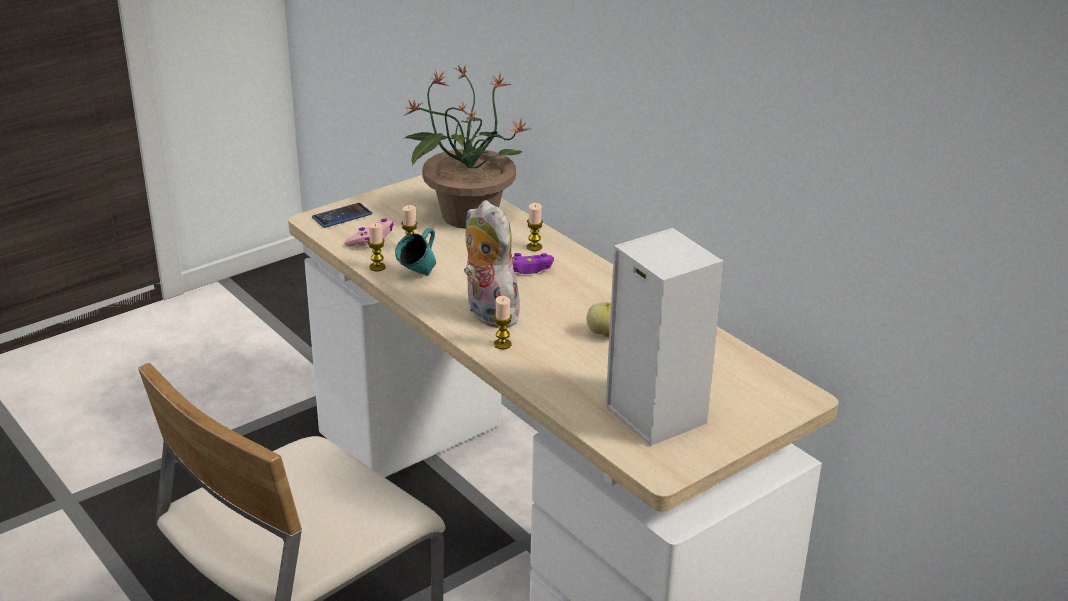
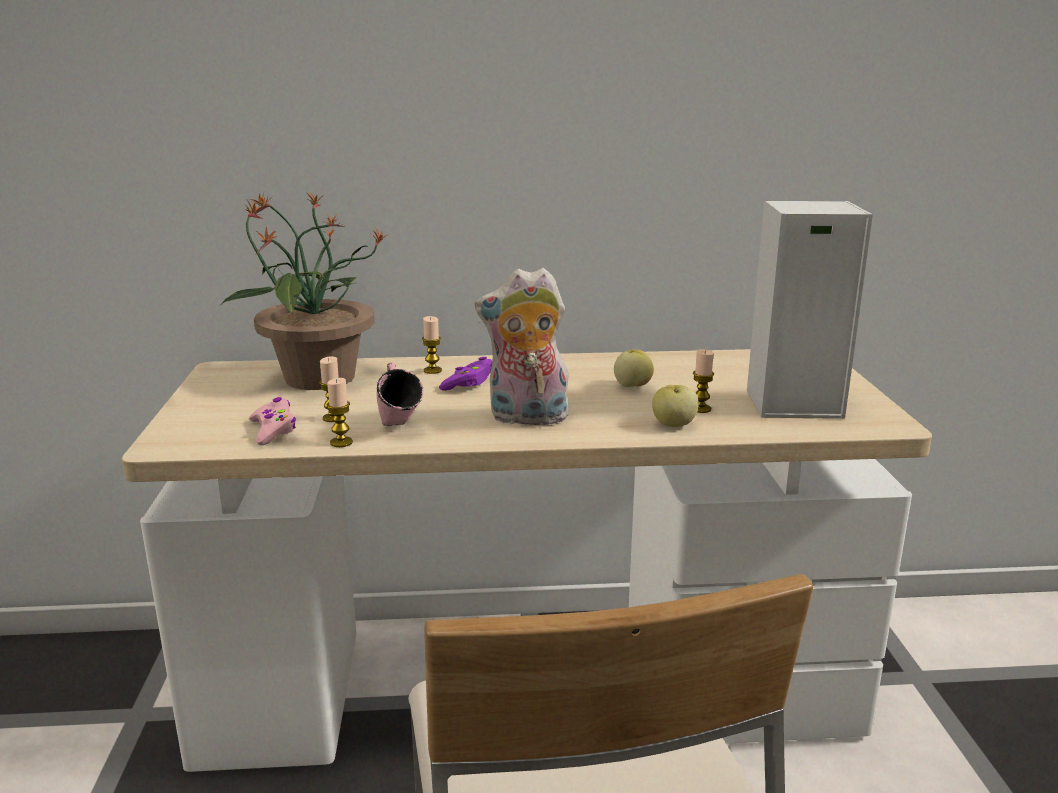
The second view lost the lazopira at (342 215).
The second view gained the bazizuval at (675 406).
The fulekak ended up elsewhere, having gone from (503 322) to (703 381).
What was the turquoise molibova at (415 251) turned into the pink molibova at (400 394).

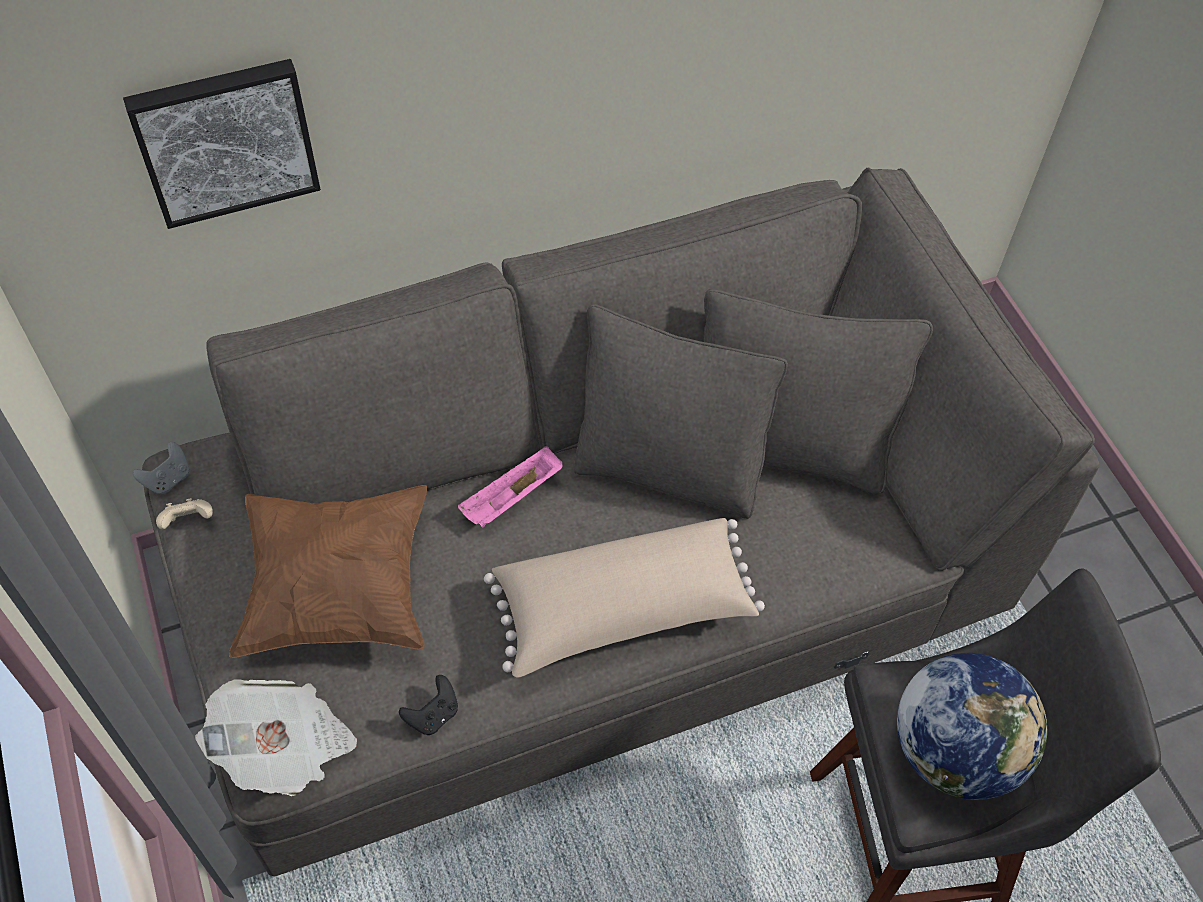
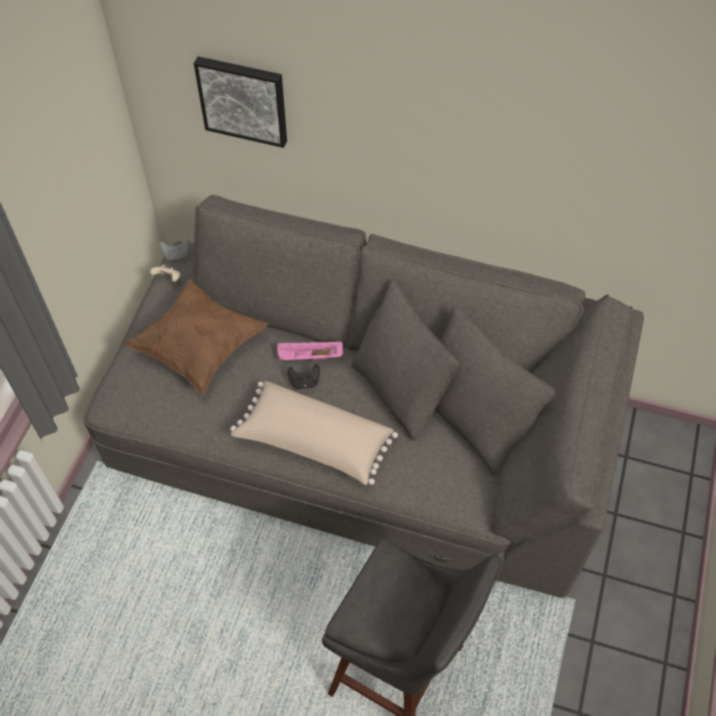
The second view lost the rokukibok at (276 737).
The second view lost the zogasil at (972 726).
The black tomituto ended up elsewhere, having gone from (428 705) to (303 376).

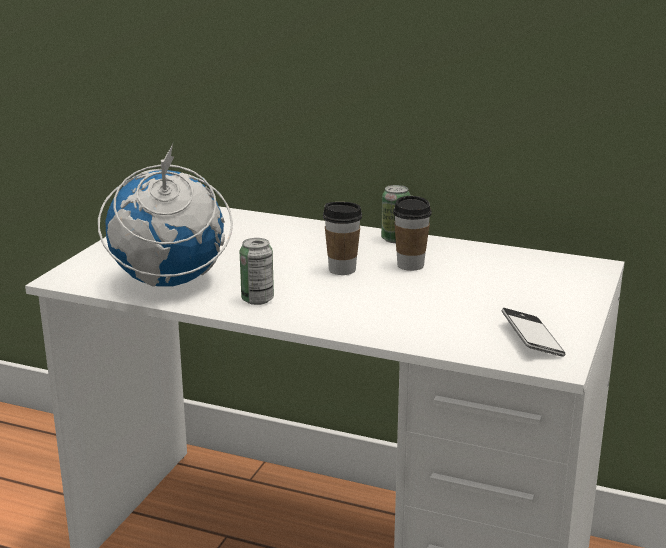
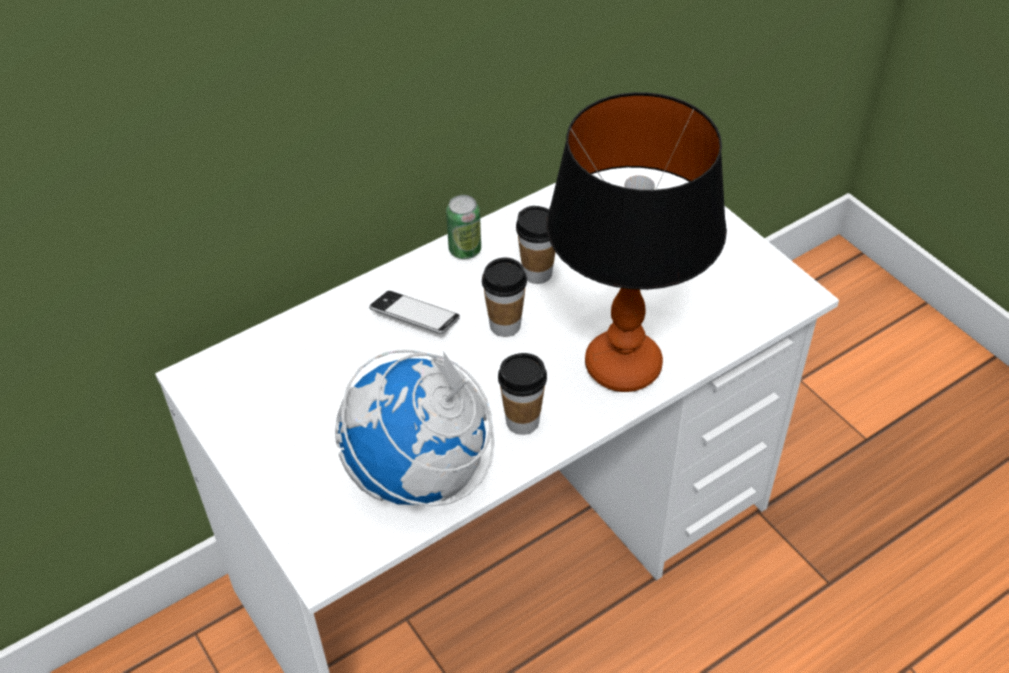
The second view gained the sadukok at (636 242).
The lazopira ended up elsewhere, having gone from (533 332) to (414 312).
Where the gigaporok stood at (257 271), the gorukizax came to stand at (522 394).

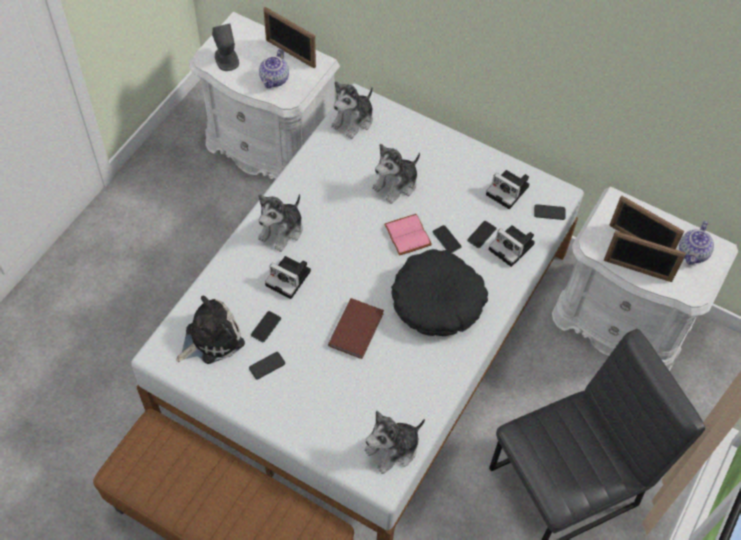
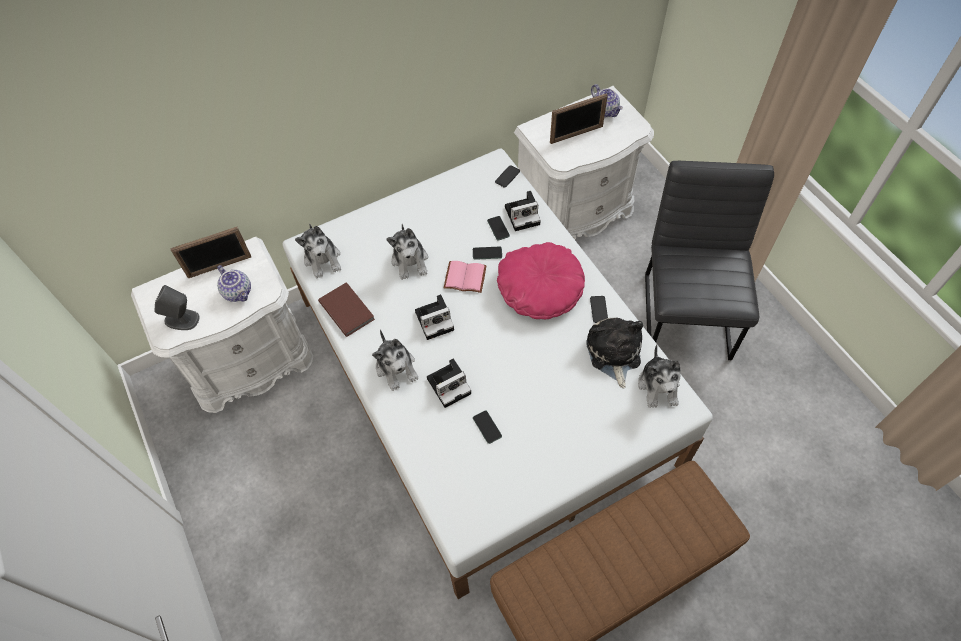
The second view lost the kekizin at (645 256).
The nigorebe ended up elsewhere, having gone from (210 330) to (614 353).
The lazopira ended up elsewhere, having gone from (267 366) to (599 309).
The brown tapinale ended up elsewhere, having gone from (356 328) to (346 309).
The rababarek ended up elsewhere, having gone from (507 189) to (434 317).
What was the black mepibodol at (439 292) turned into the pink mepibodol at (541 280).

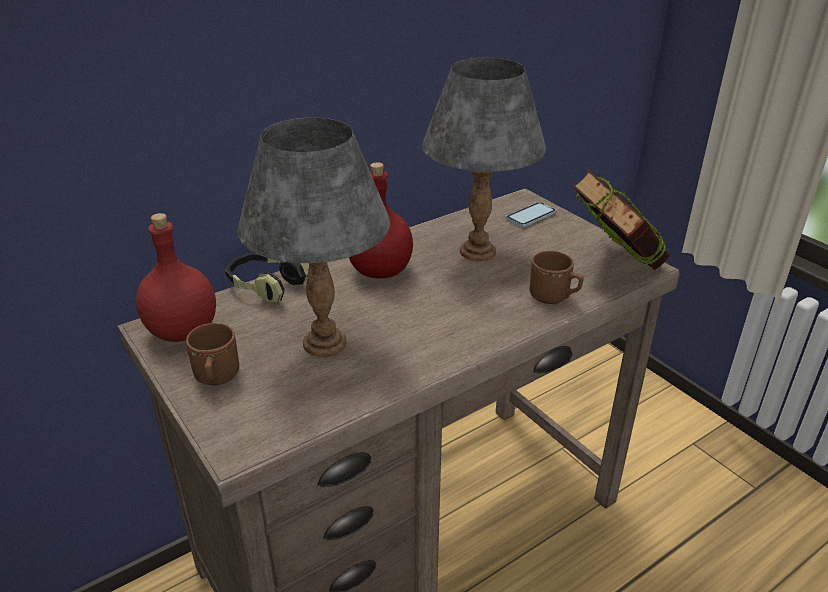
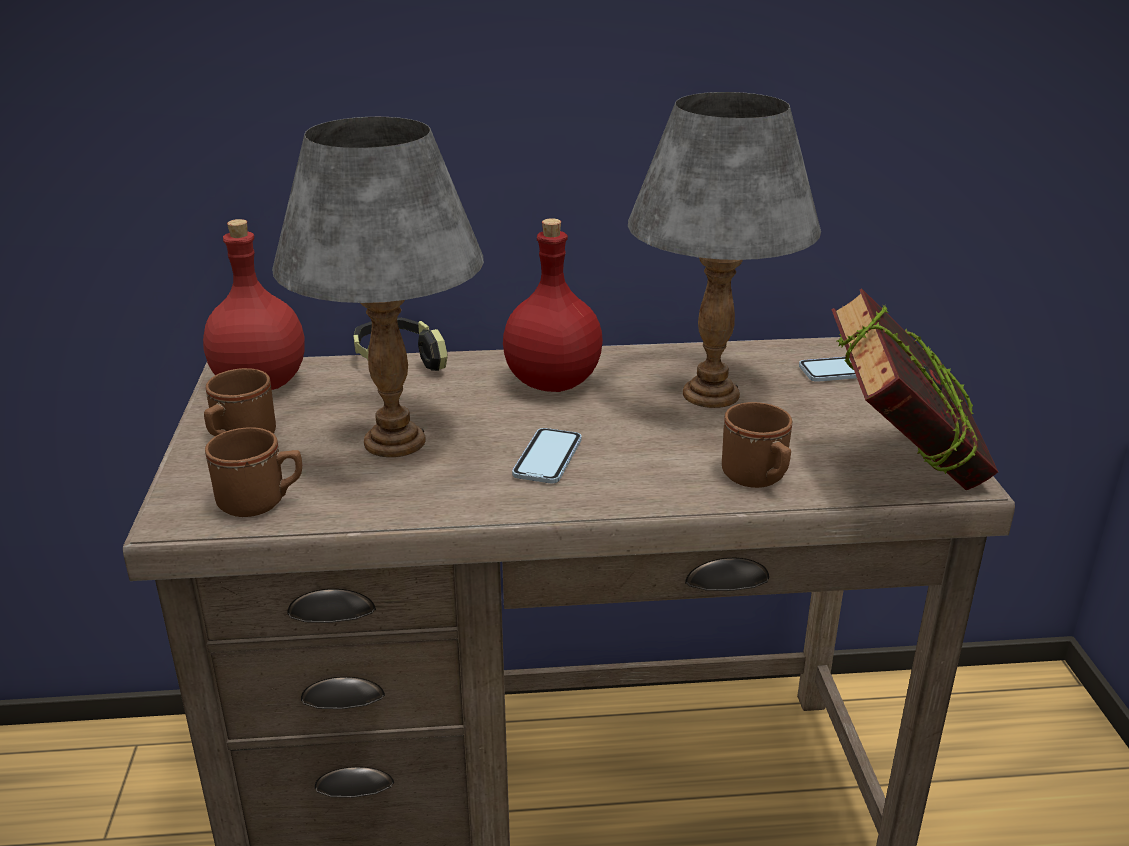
The second view gained the brown molibova at (253 472).
The second view gained the lazopira at (547 455).

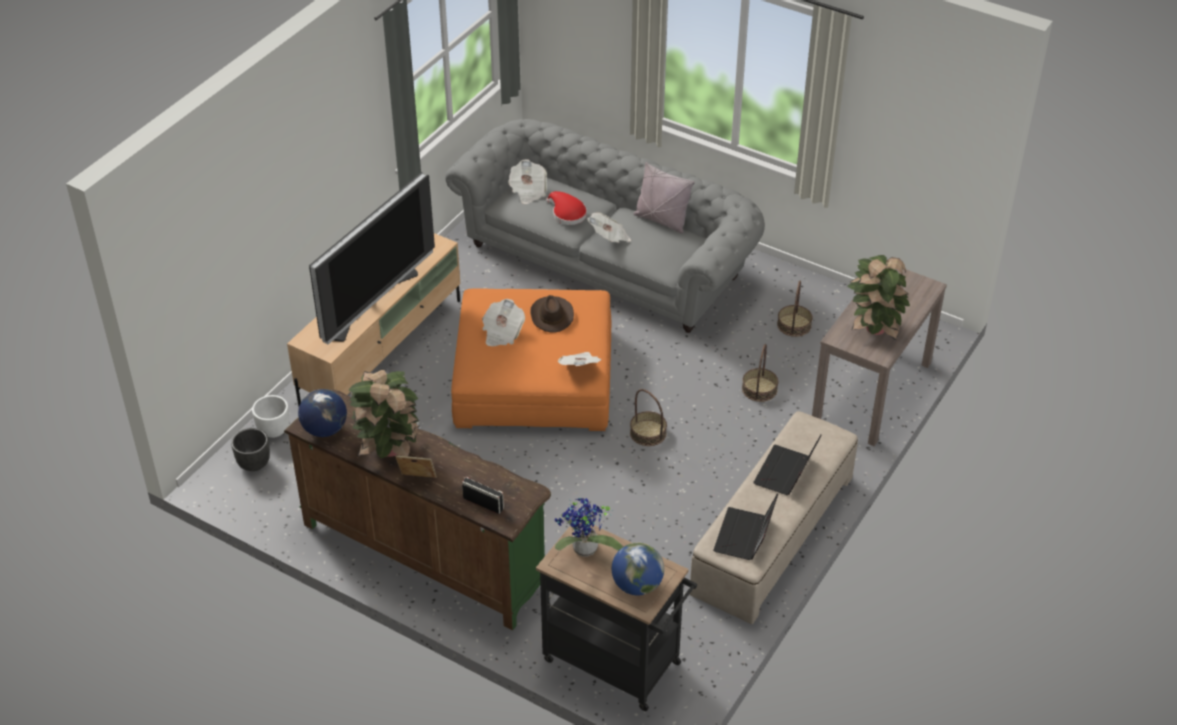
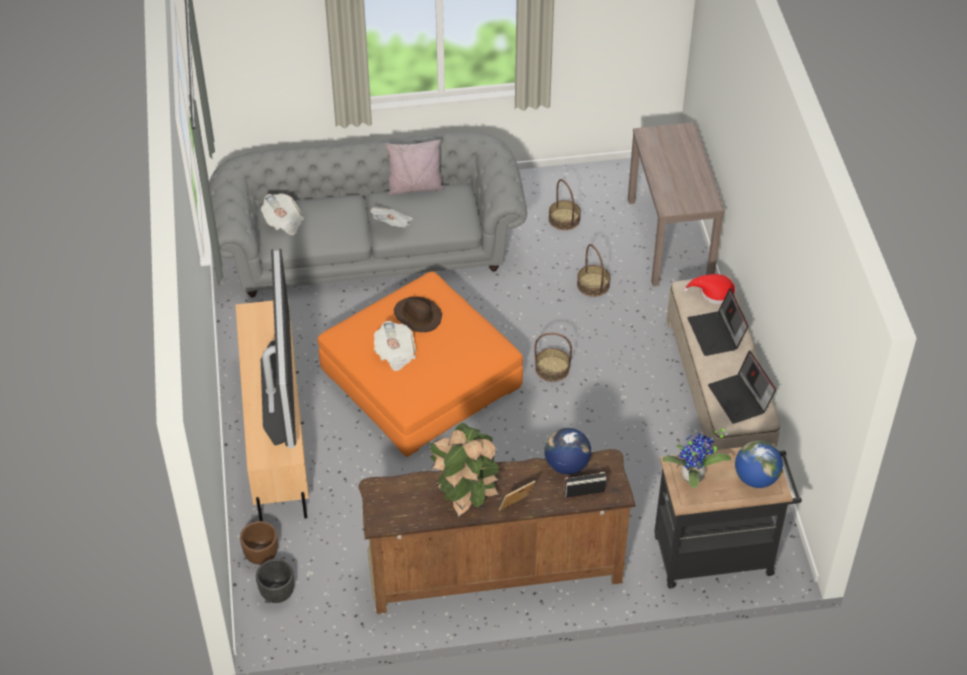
The second view lost the rokukibok at (579 359).
The second view lost the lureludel at (878 298).
The zogasil ended up elsewhere, having gone from (322 413) to (567 451).
The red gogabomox ended up elsewhere, having gone from (566 208) to (710 289).
What was the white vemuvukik at (271 416) turned into the brown vemuvukik at (259 543).
What was the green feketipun at (417 510) turned into the beige feketipun at (497 531).

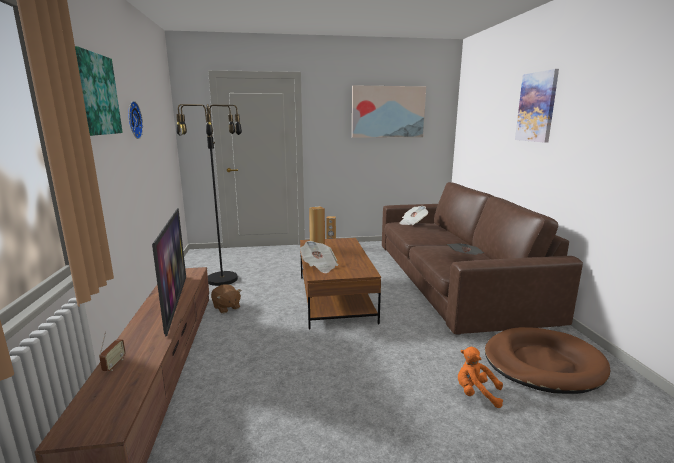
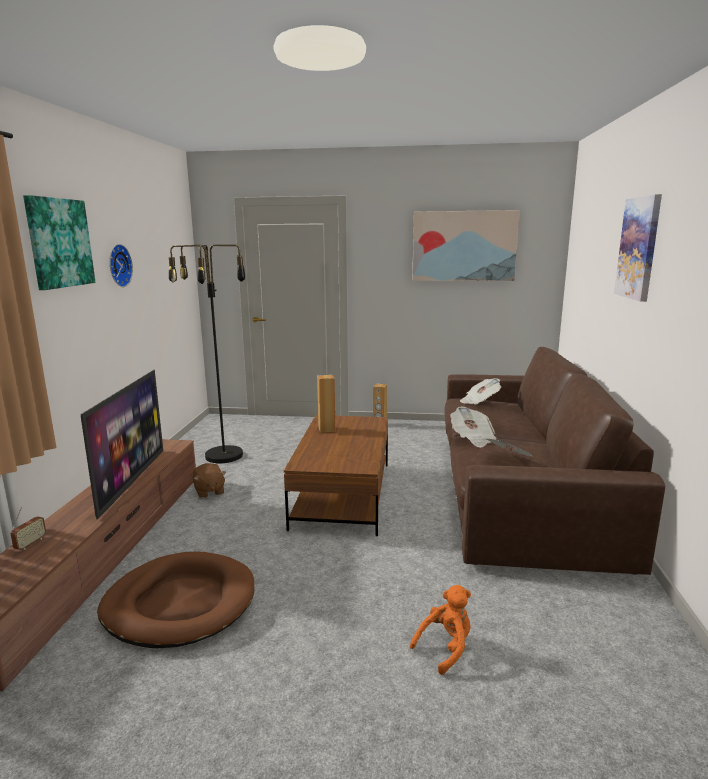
The rokukibok ended up elsewhere, having gone from (319 257) to (473 427).
The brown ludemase ended up elsewhere, having gone from (548 360) to (175 600).
The orange nigorebe at (480 377) ended up facing another way, 105 degrees clockwise from before.

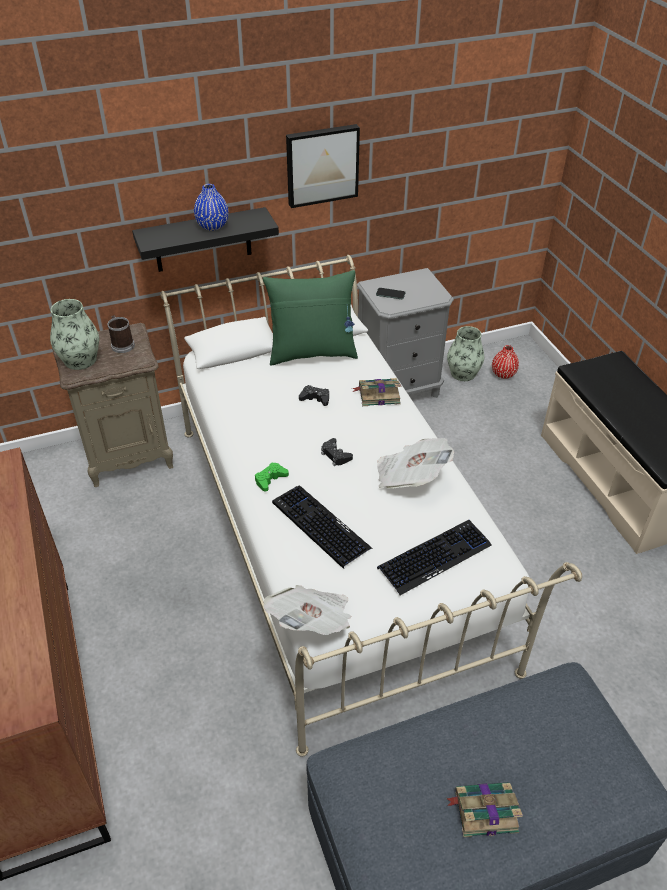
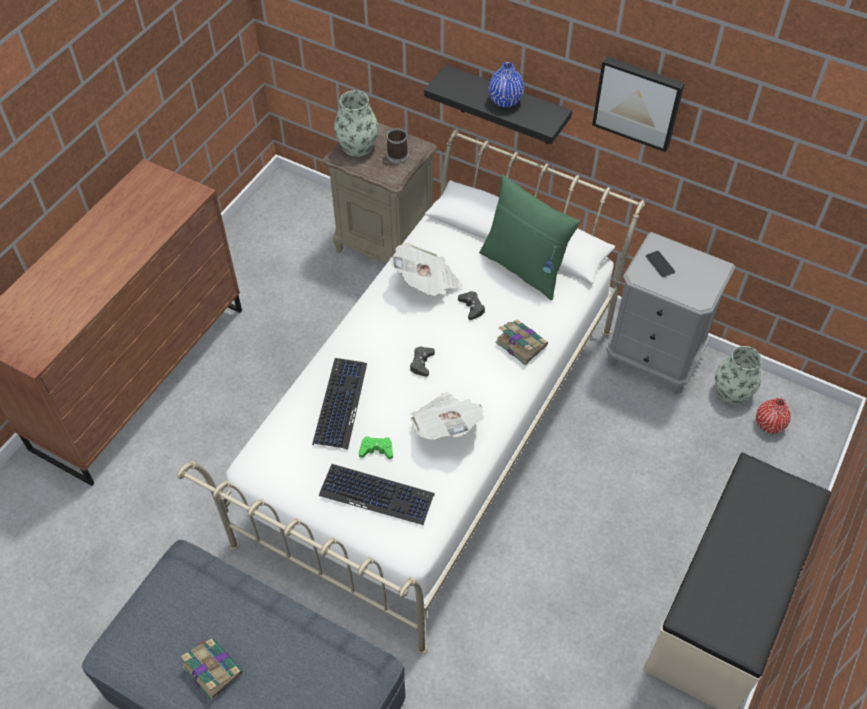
The green tomituto ended up elsewhere, having gone from (272 477) to (376 447).
The rokukibok ended up elsewhere, having gone from (307 610) to (425 270).

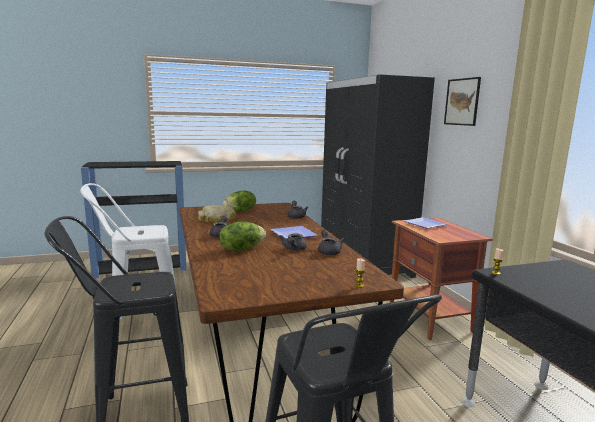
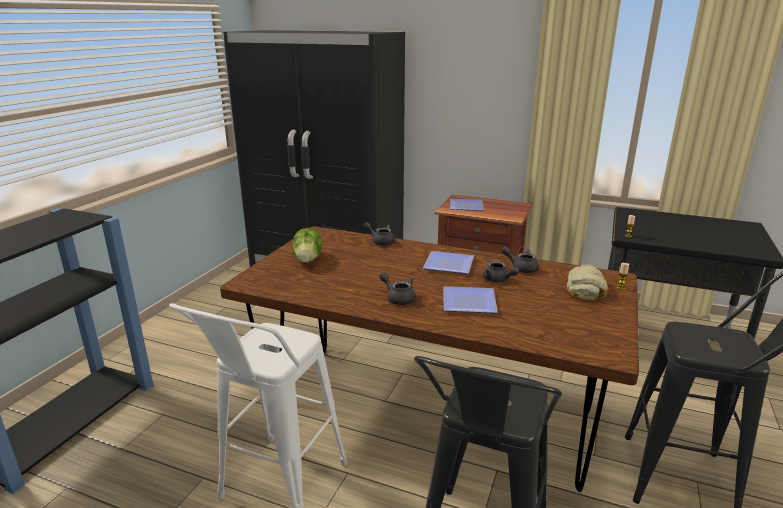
The second view lost the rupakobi at (462 101).
The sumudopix ended up elsewhere, having gone from (217 213) to (587 282).
Where the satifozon stood at (242 236), the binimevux came to stand at (471 299).

